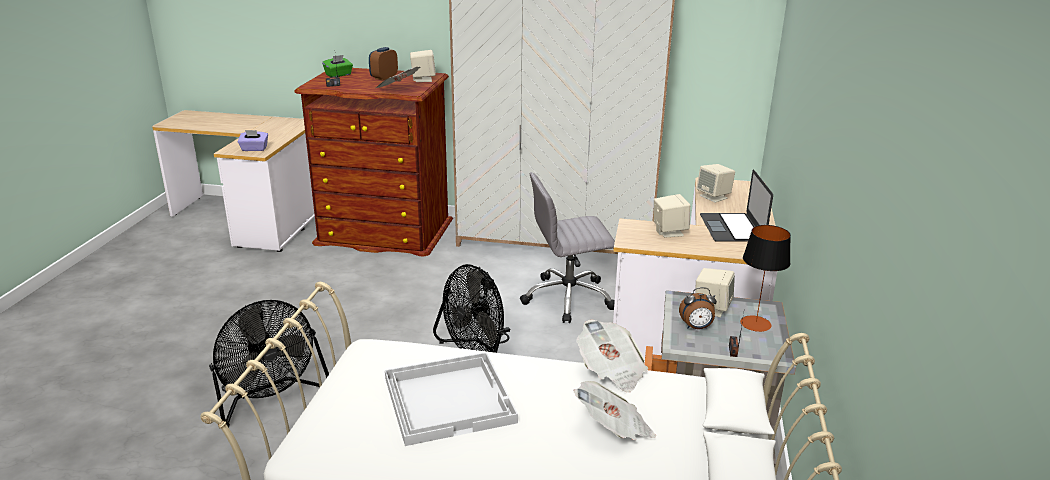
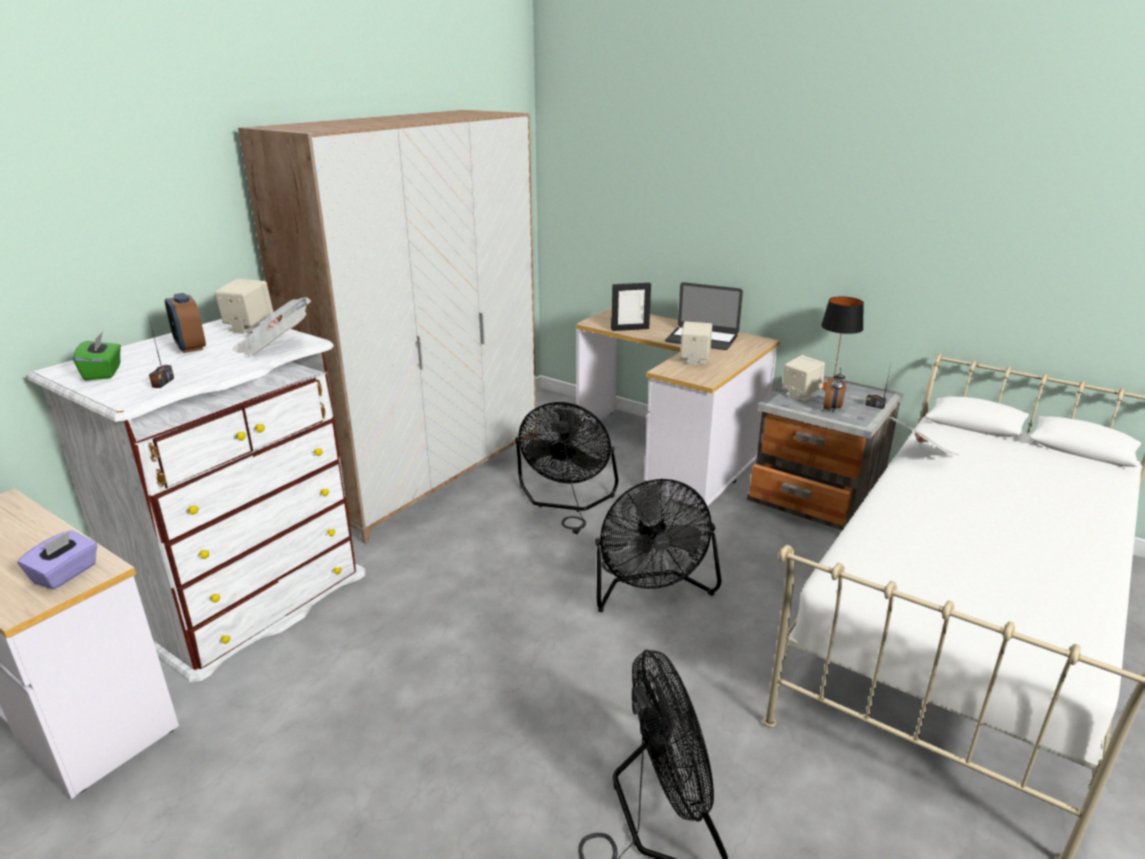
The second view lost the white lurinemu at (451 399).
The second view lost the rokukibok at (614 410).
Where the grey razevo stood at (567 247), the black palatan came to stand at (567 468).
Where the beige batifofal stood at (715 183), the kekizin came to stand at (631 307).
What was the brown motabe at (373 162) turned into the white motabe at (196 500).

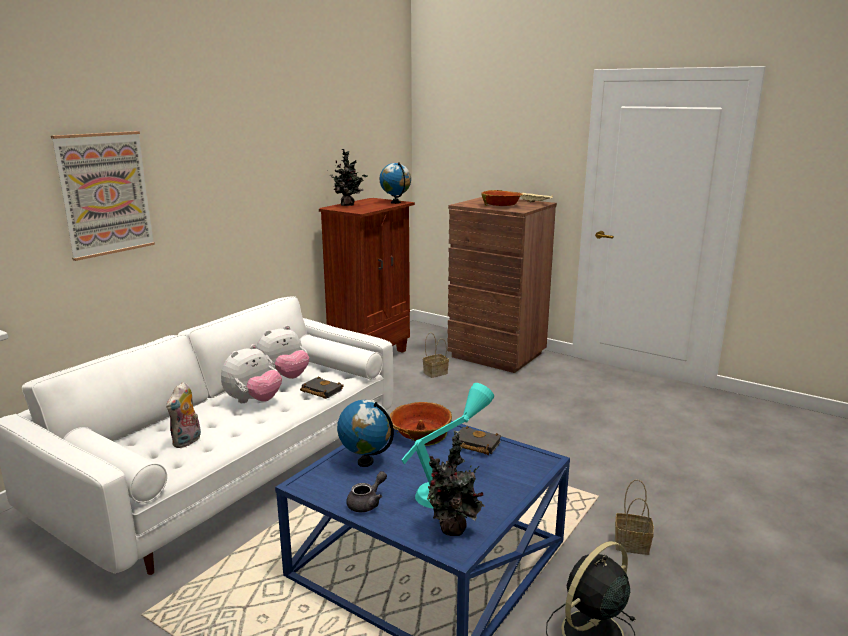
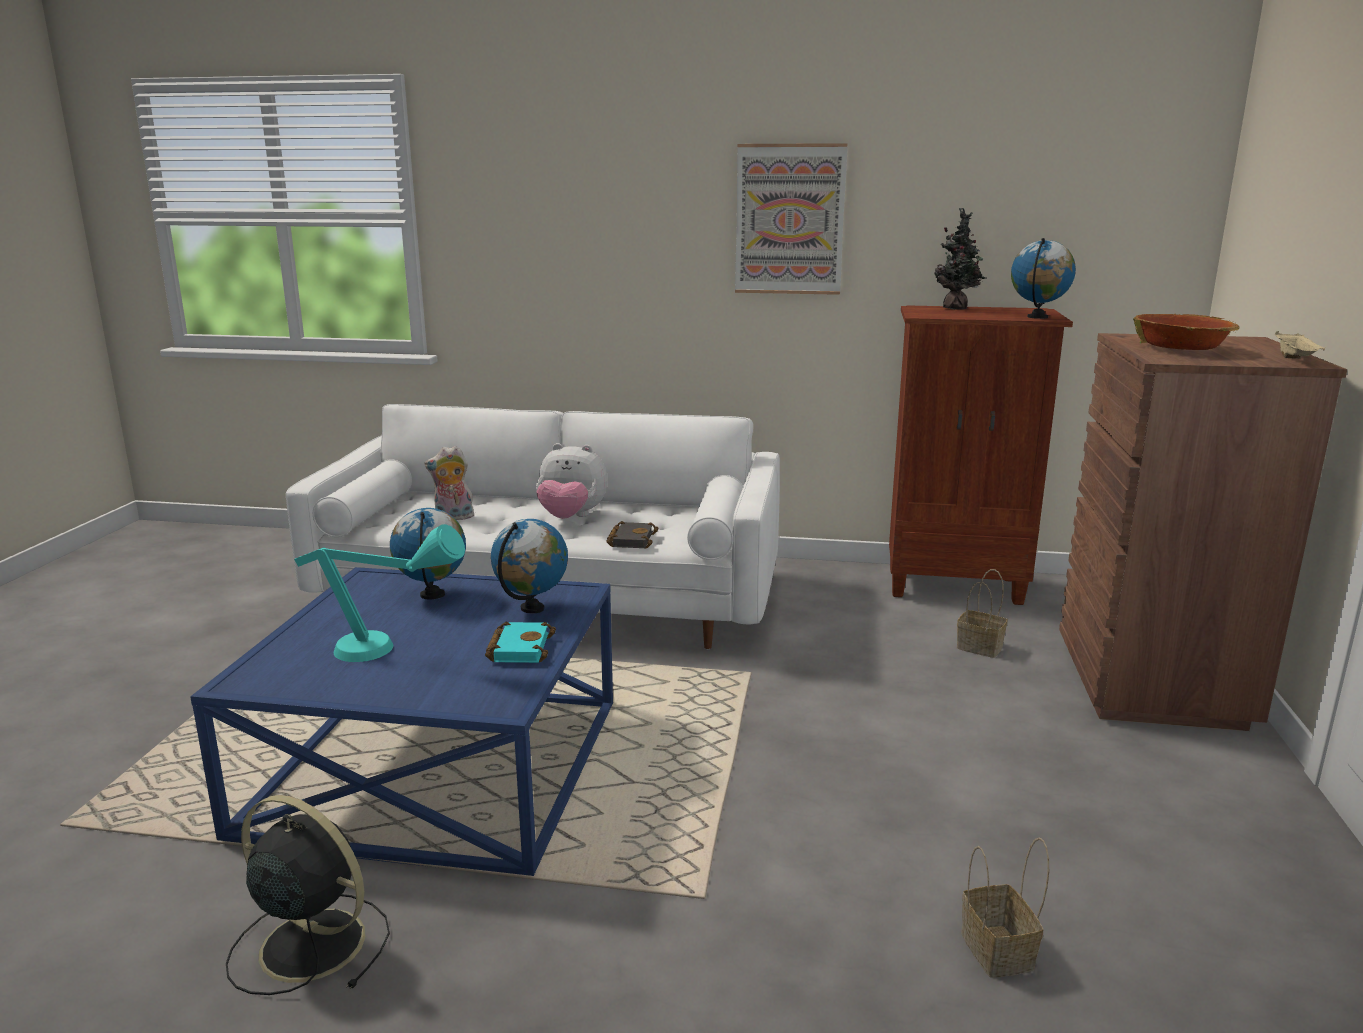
The second view lost the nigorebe at (282 352).
The second view lost the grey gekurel at (366 491).
The second view lost the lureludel at (456 483).
The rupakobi ended up elsewhere, having gone from (103 196) to (791 219).
The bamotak ended up elsewhere, having gone from (634 517) to (1005 907).
Where the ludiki stood at (421 424), the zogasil came to stand at (529 566).
What was the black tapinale at (478 440) turned into the turquoise tapinale at (520 642).

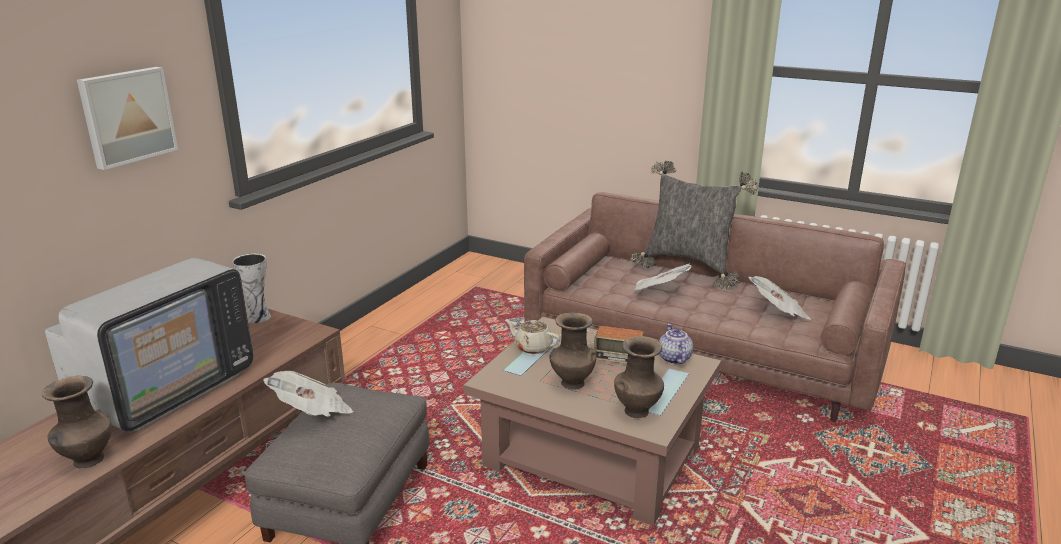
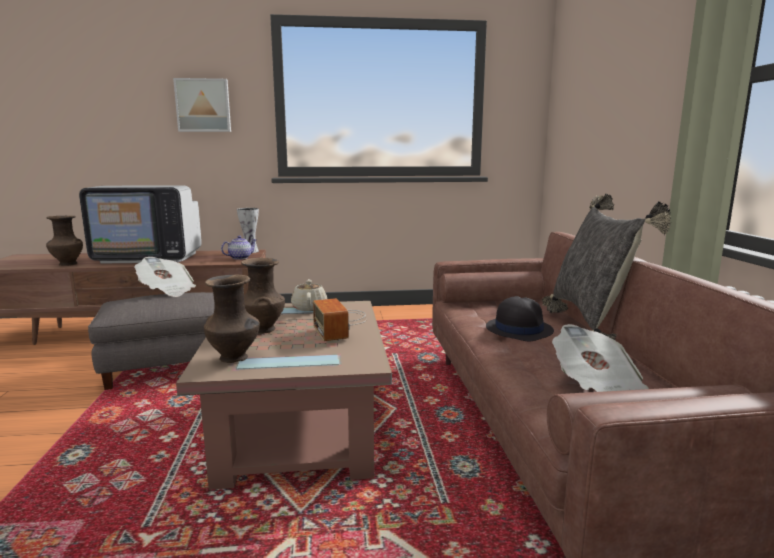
The gekurel ended up elsewhere, having gone from (676 344) to (238 247).
Where the rokukibok stood at (663 277), the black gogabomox came to stand at (520 318).

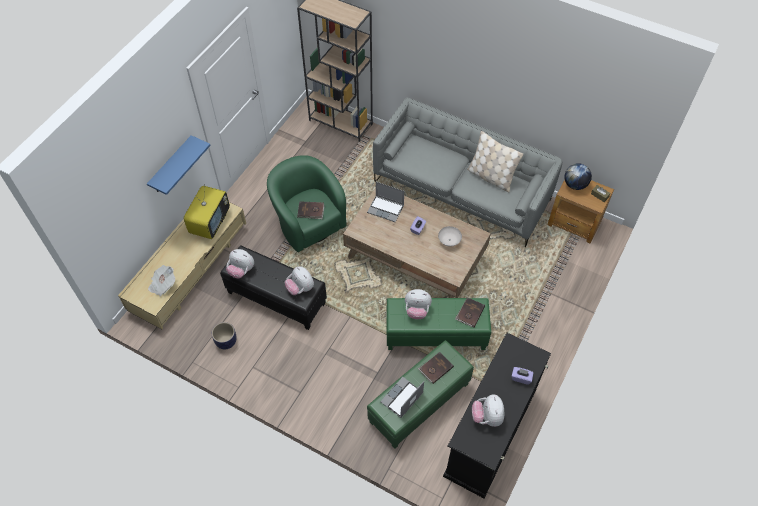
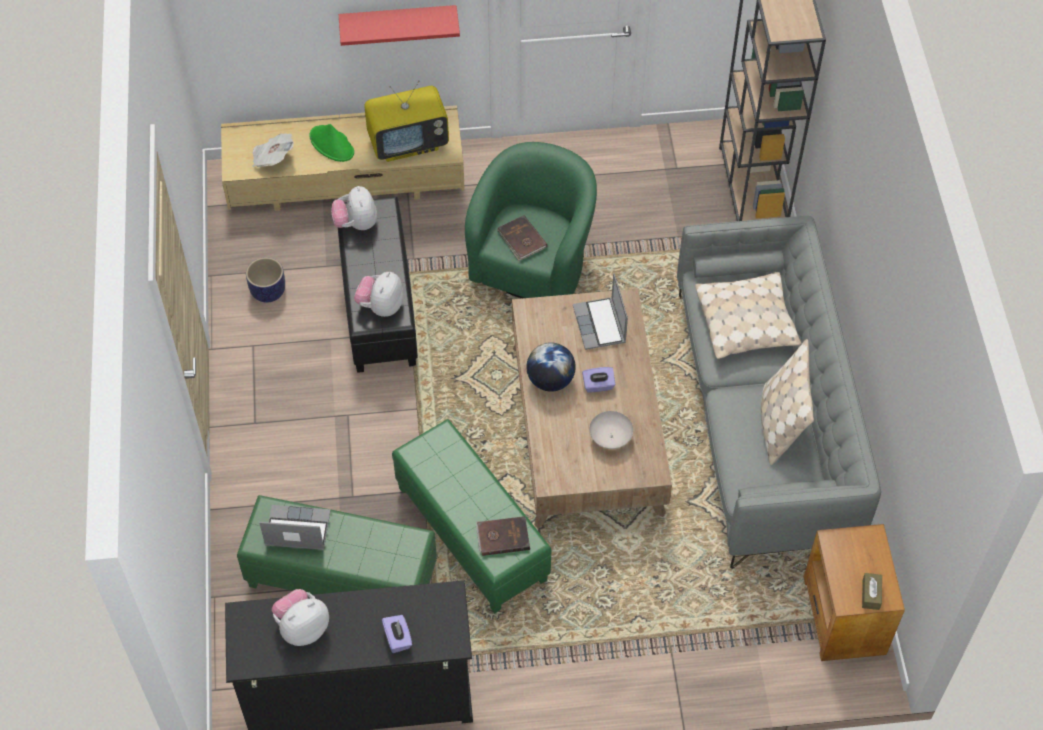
The second view lost the nigorebe at (418 304).
The second view lost the brown tapinale at (436 368).
The second view gained the green gogabomox at (331 143).
The second view gained the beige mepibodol at (748 315).
The zogasil ended up elsewhere, having gone from (578 176) to (551 367).
What was the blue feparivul at (179 165) turned into the red feparivul at (399 25).

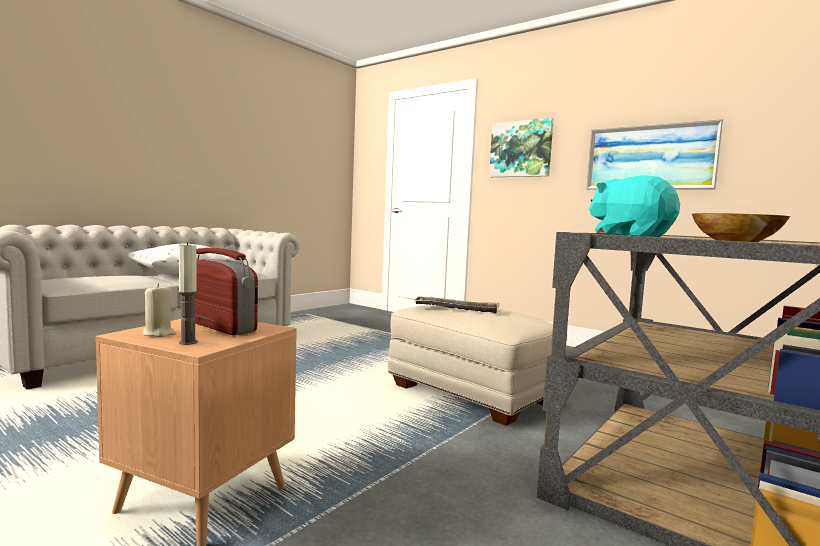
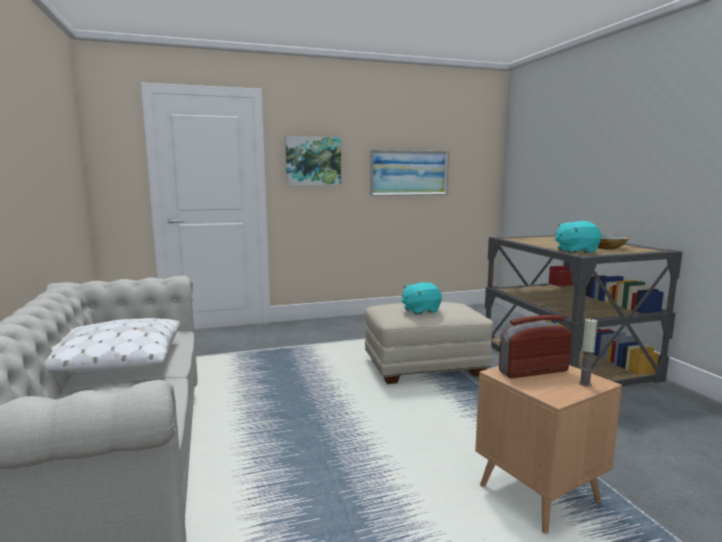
The second view lost the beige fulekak at (159 310).
Where the lurinemu stood at (457 305), the turquoise nigorebe came to stand at (421 298).

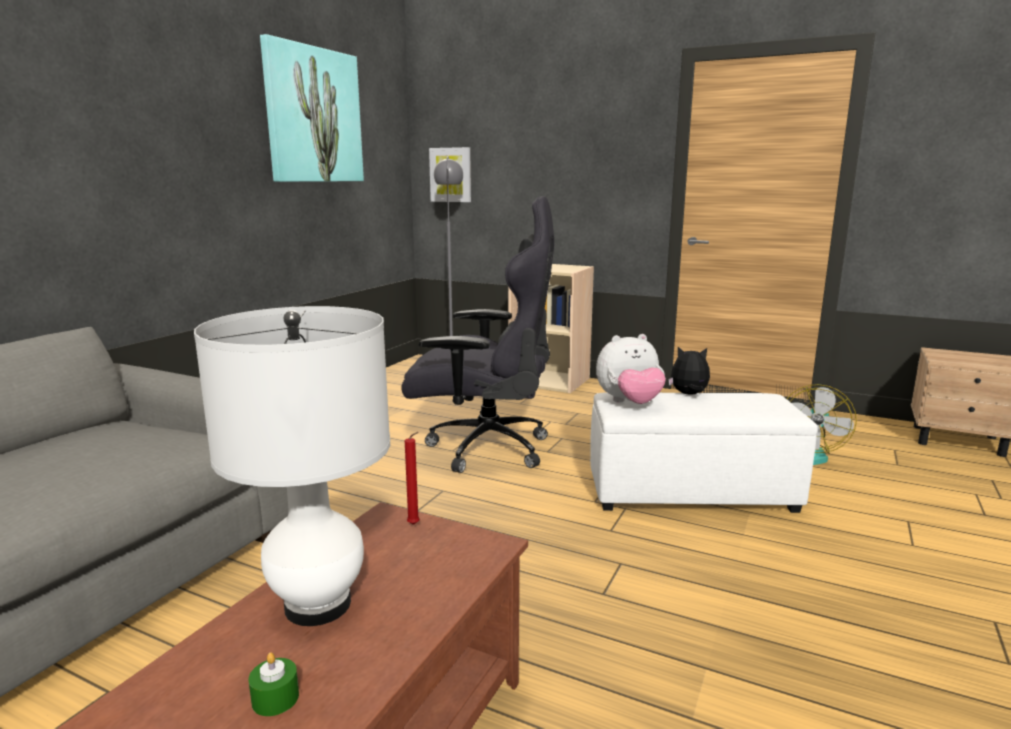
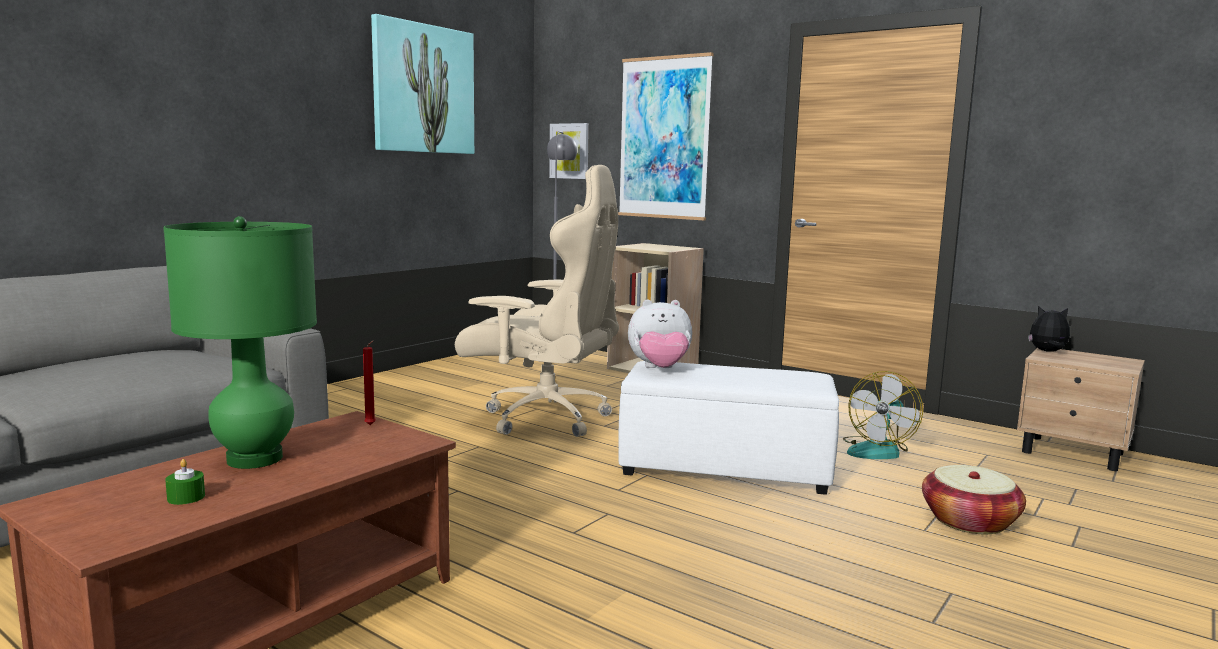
The second view gained the rupakobi at (665 136).
The second view gained the bamotak at (974 500).
The nigorebe ended up elsewhere, having gone from (689 371) to (1049 329).
What was the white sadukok at (292 466) turned into the green sadukok at (240 342).
What was the black razevo at (477 334) turned into the beige razevo at (537 301).

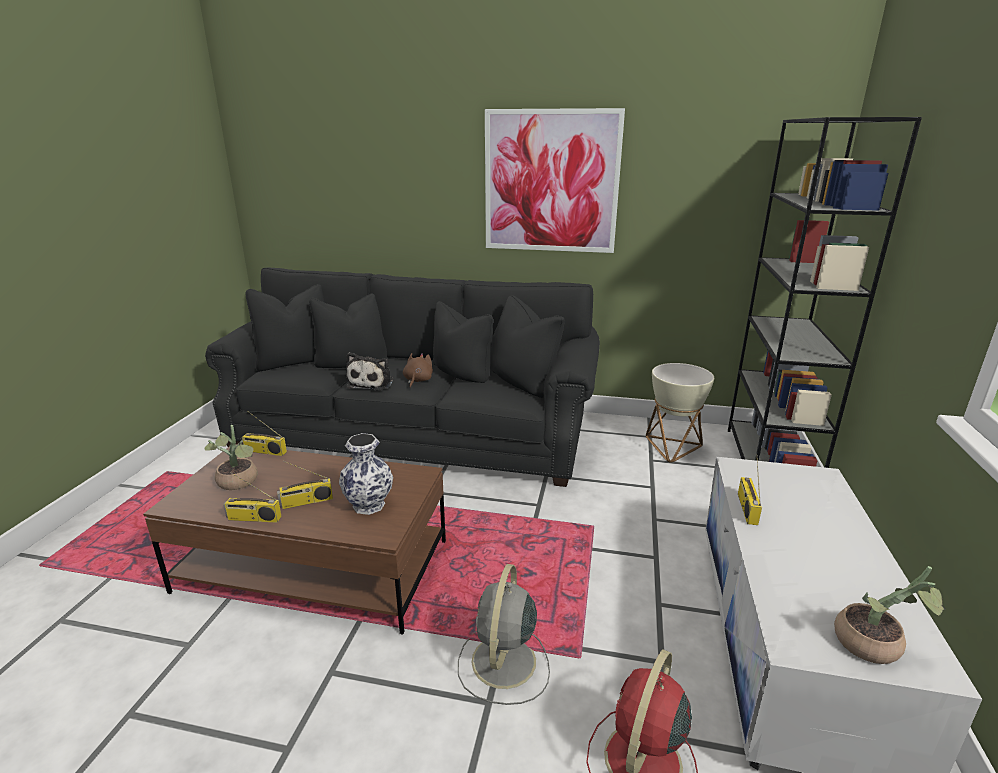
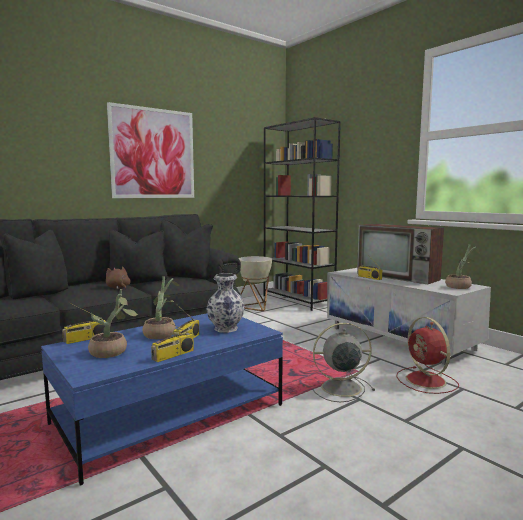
The second view lost the nigorebe at (369 371).
The second view gained the lureludel at (160 307).
The second view gained the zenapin at (400 254).
What was the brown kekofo at (294 539) turned into the blue kekofo at (162 399).
The grey palatan at (504 634) ended up facing another way, 120 degrees clockwise from before.

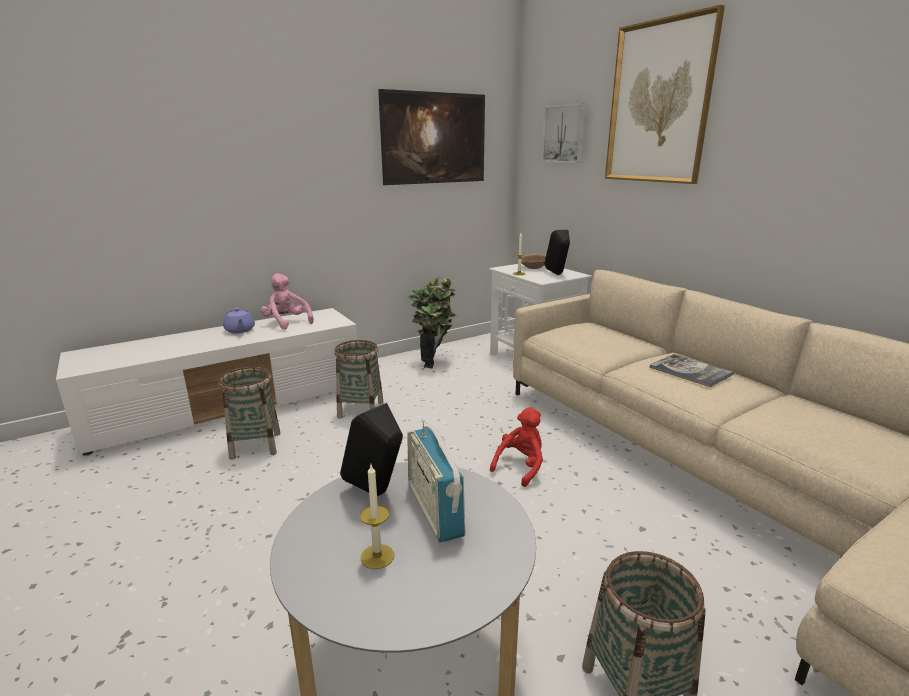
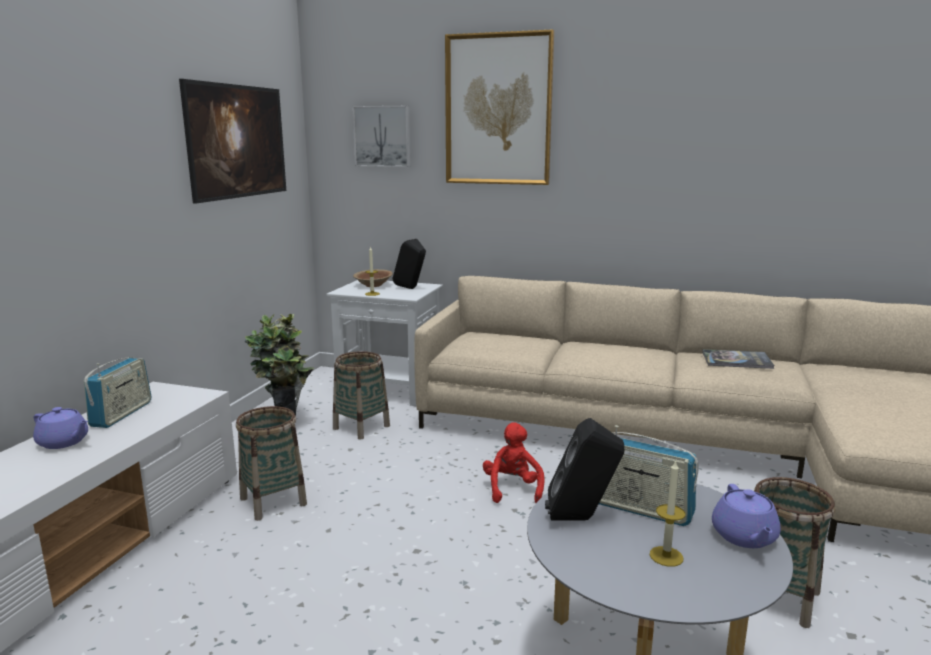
The second view gained the purple gekurel at (746 516).
The bamotak ended up elsewhere, having gone from (250 413) to (361 395).
The tapinale ended up elsewhere, having gone from (691 370) to (738 359).
Where the pink nigorebe stood at (287 301), the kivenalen came to stand at (117 392).

